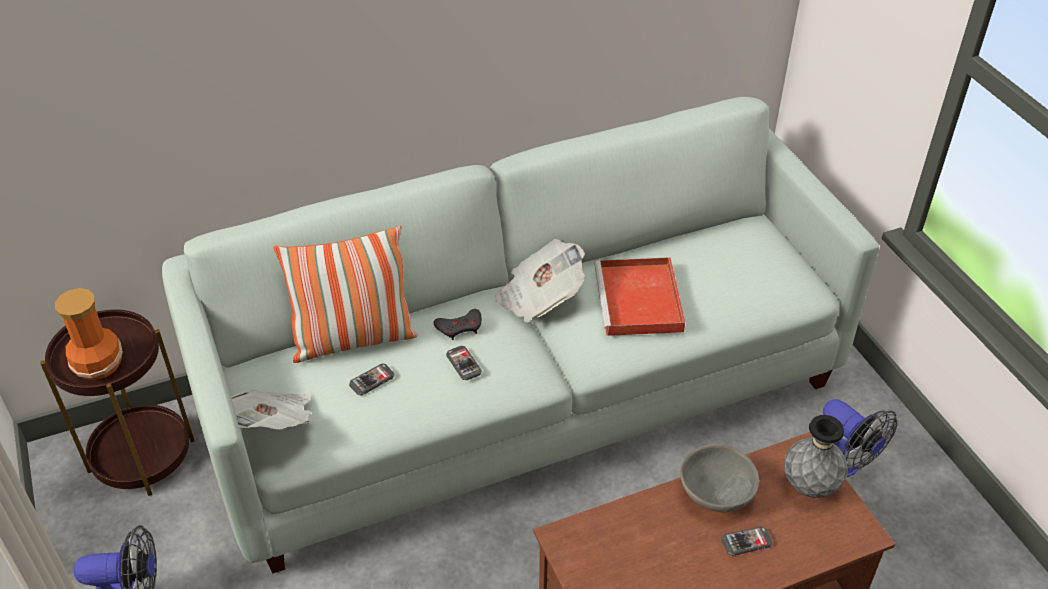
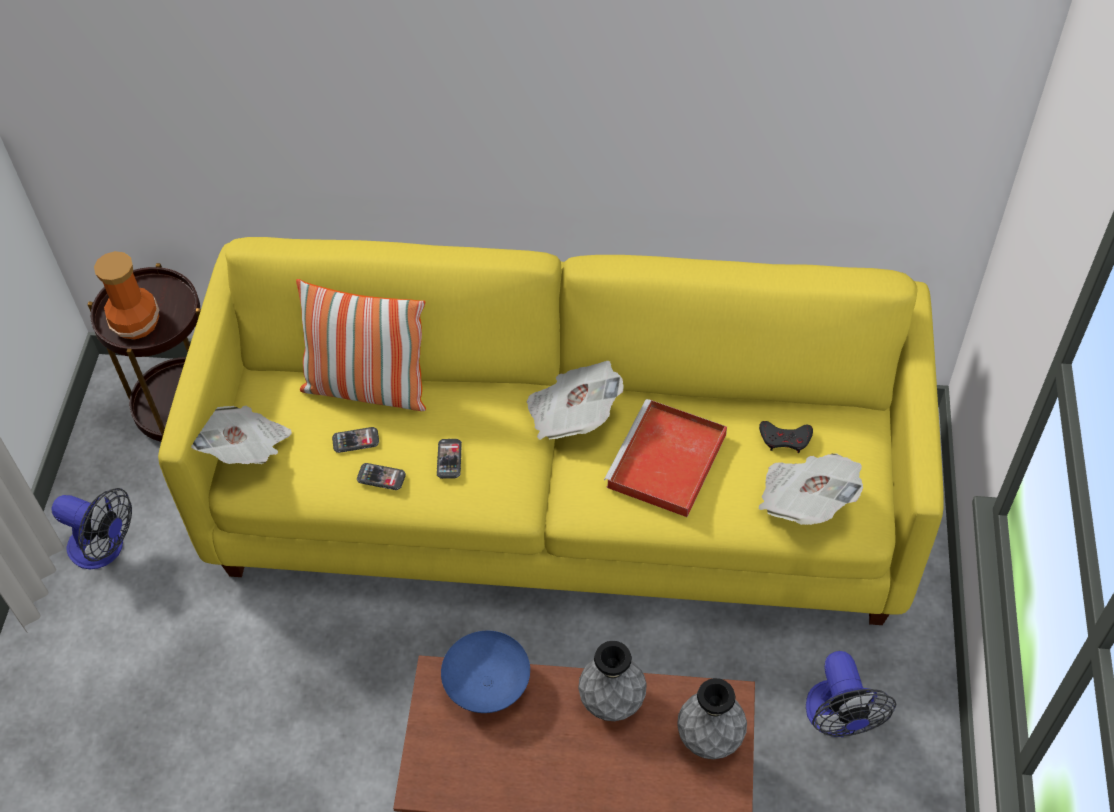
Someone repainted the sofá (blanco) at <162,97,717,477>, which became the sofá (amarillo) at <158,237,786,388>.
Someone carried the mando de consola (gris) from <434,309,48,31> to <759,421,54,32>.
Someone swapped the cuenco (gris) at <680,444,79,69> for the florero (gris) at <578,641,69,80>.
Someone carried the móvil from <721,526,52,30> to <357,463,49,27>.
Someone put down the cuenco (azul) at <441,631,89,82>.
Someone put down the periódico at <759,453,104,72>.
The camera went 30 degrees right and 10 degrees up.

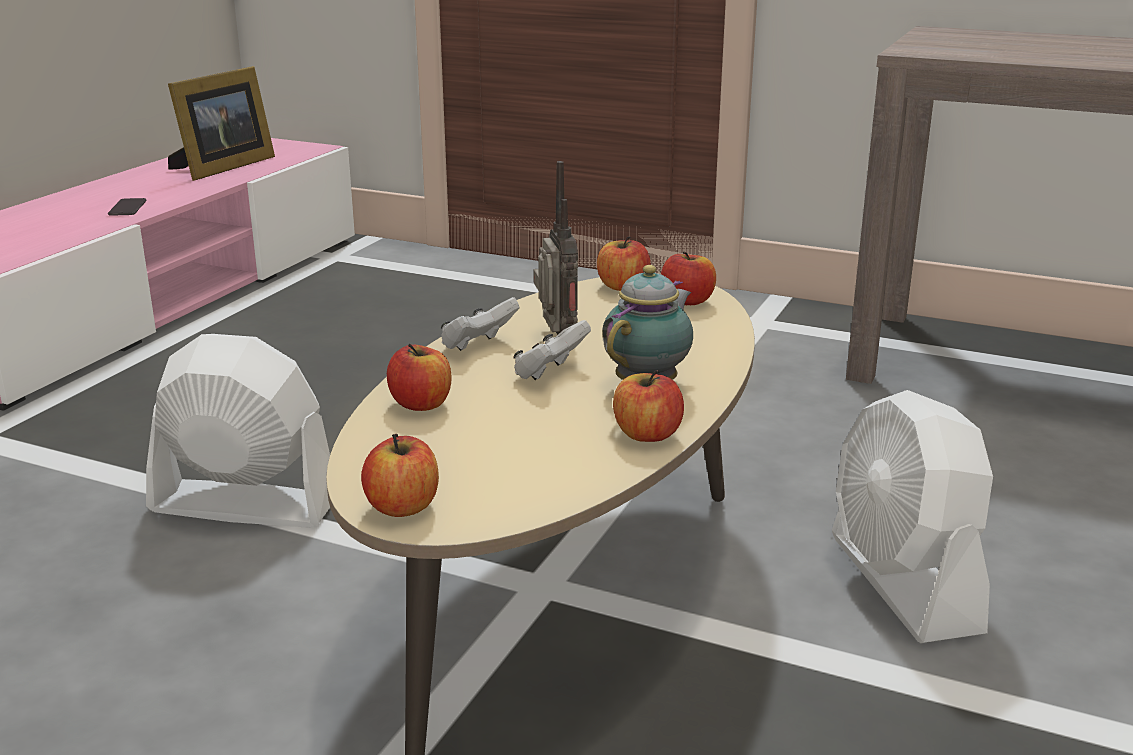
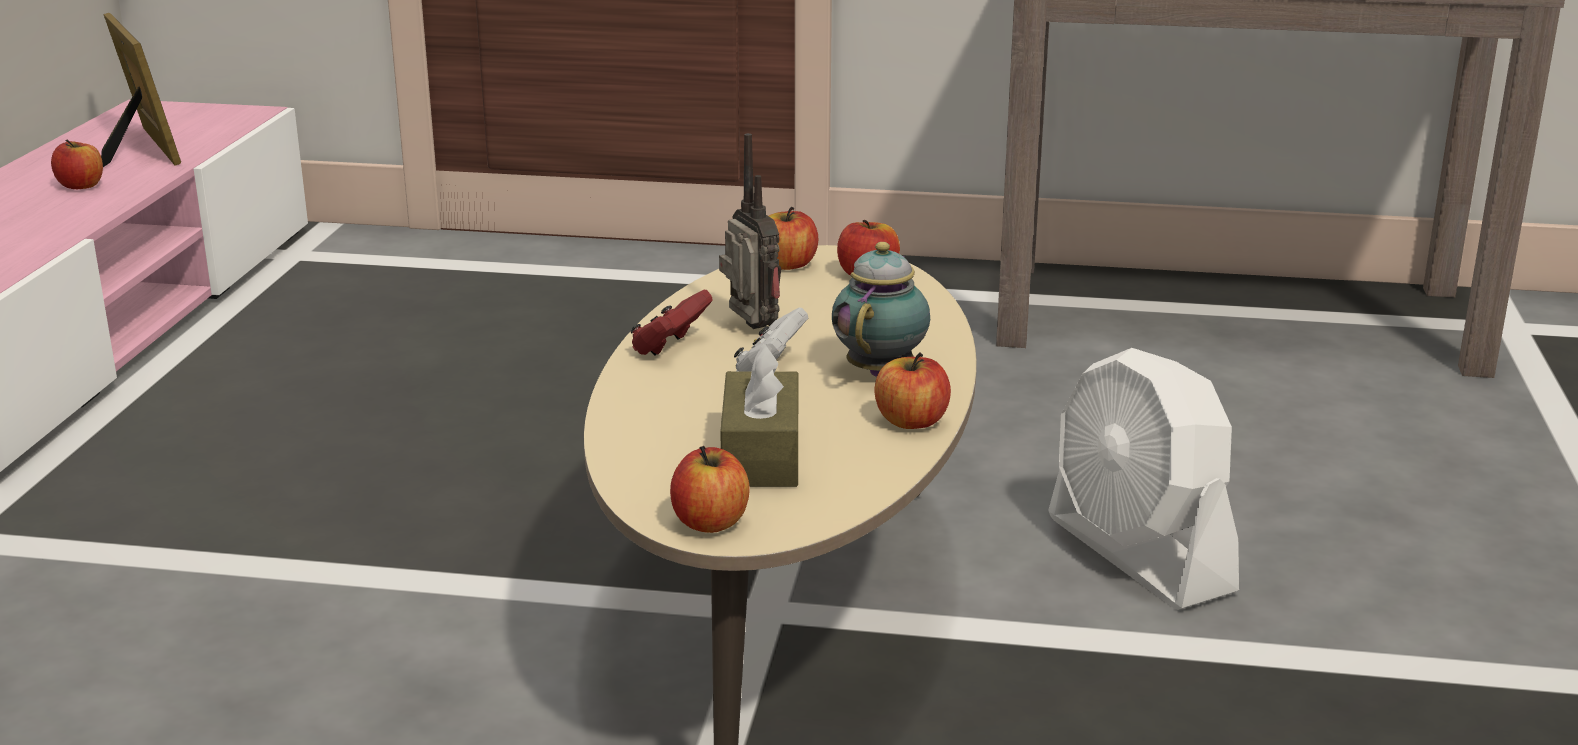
Someone took away the móvil at <108,198,39,18>.
Someone took away the ventilador (blanco) at <146,334,184,194>.
Someone rotated the portarretratos at <168,66,107,115> by 45 degrees counterclockwise.
Someone carried the manzana from <387,344,64,67> to <51,139,52,50>.
Someone repainted the mando de consola (blanco) at <441,297,78,54>, which became the mando de consola (rojo) at <631,290,82,66>.
Someone put down the caja de pañuelos (marrón) at <720,344,78,143>.
The camera went 15 degrees left and 0 degrees up.

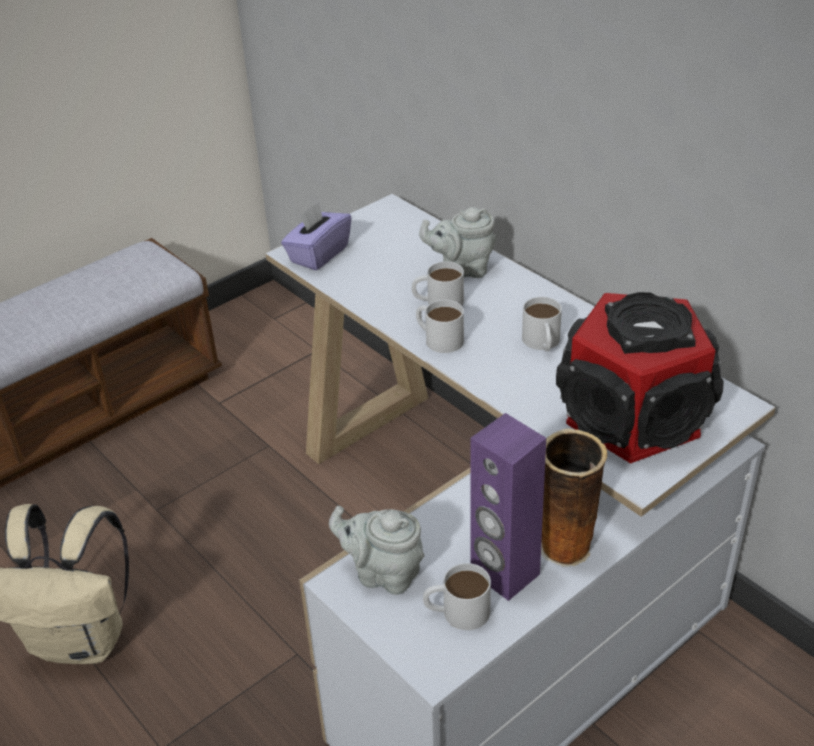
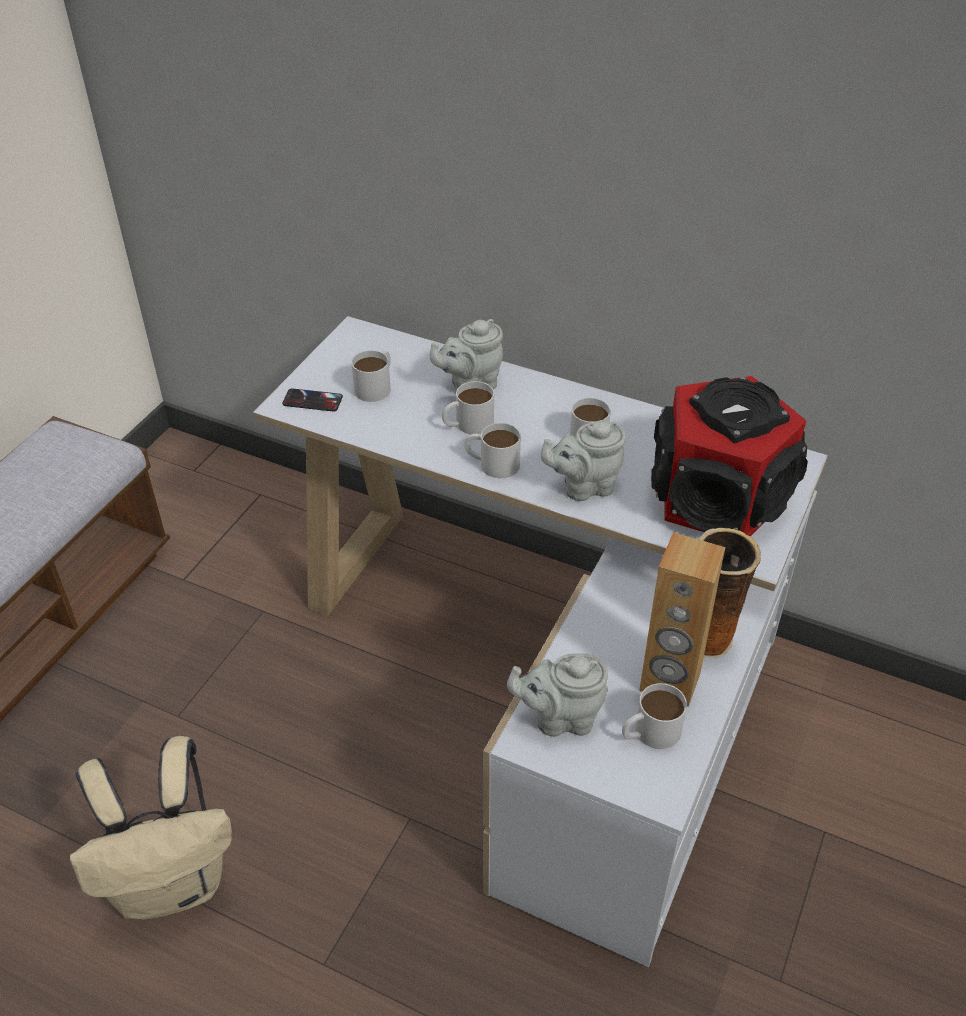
Someone swapped the caja de pañuelos (morado) at <281,202,70,69> for the móvil at <282,388,61,24>.
Someone repainted the altavoz (morado) at <471,413,75,188>, which became the altavoz (marrón) at <639,532,86,175>.
Someone put down the taza grande (blanco) at <351,350,40,52>.
Someone put down the tetera (gris) at <541,420,85,81>.
The camera went 25 degrees left and 5 degrees up.

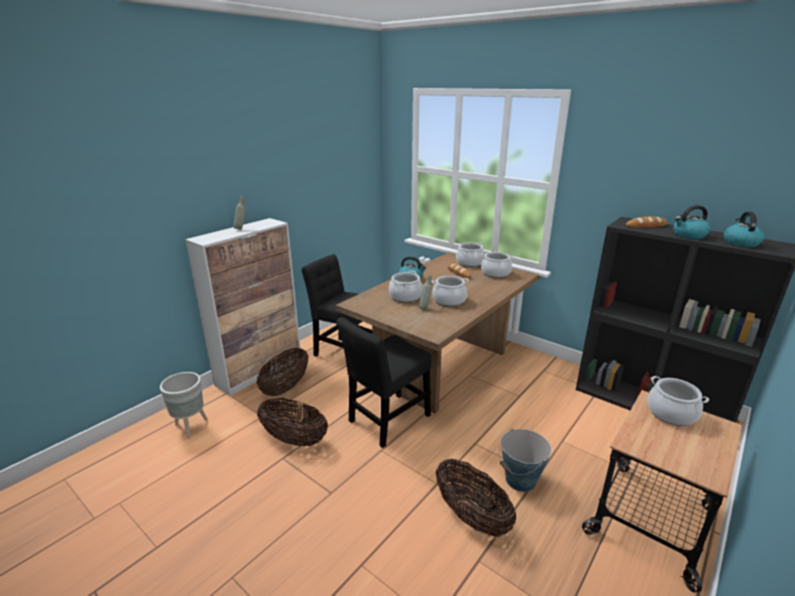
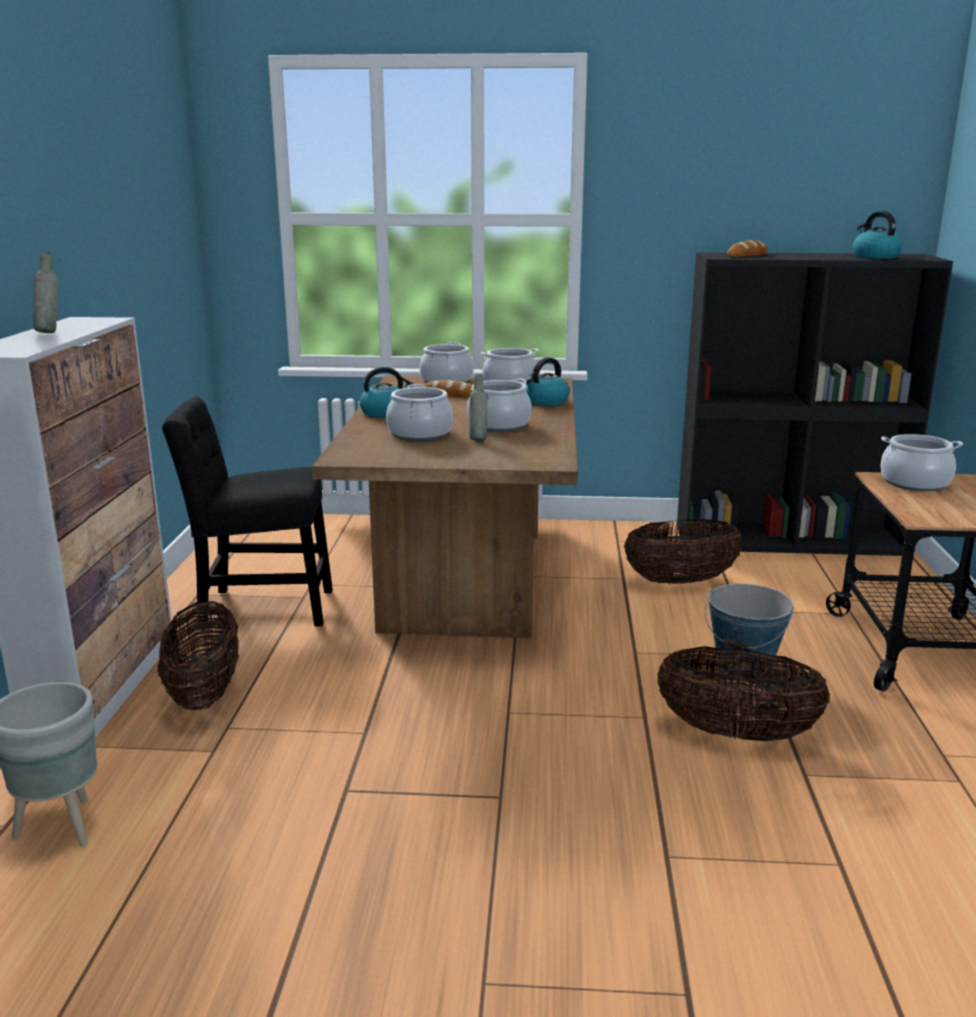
Someone carried the cesta from <257,398,71,48> to <624,519,119,65>.
Someone took away the silla (negro) at <336,317,95,131>.
Someone carried the hervidor from <673,205,37,34> to <525,357,45,49>.
The camera went 35 degrees left and 5 degrees down.

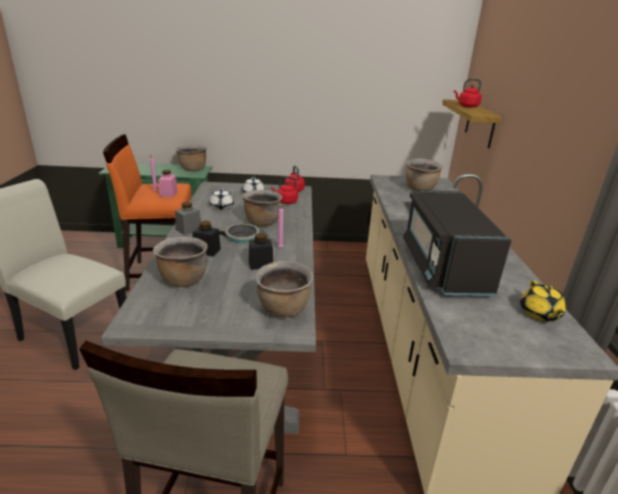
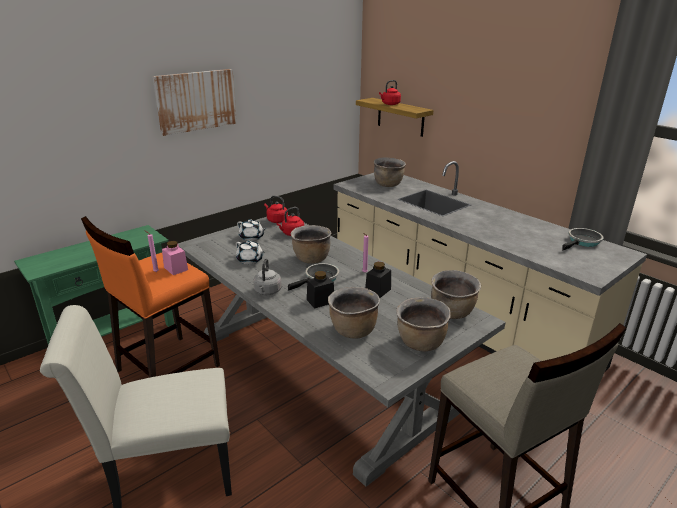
Someone swapped the tarro (gris) at <175,202,26,33> for the hervidor (gris) at <253,259,28,36>.
Someone carried the olla (marrón) from <176,145,30,26> to <396,297,55,54>.
Someone took away the microondas (negro) at <403,190,108,106>.
Someone swapped the tetera (amarillo) at <520,280,46,41> for the sartén at <562,228,42,22>.
Someone put up the cuadro at <153,69,84,67>.
The camera went 40 degrees left and 0 degrees up.

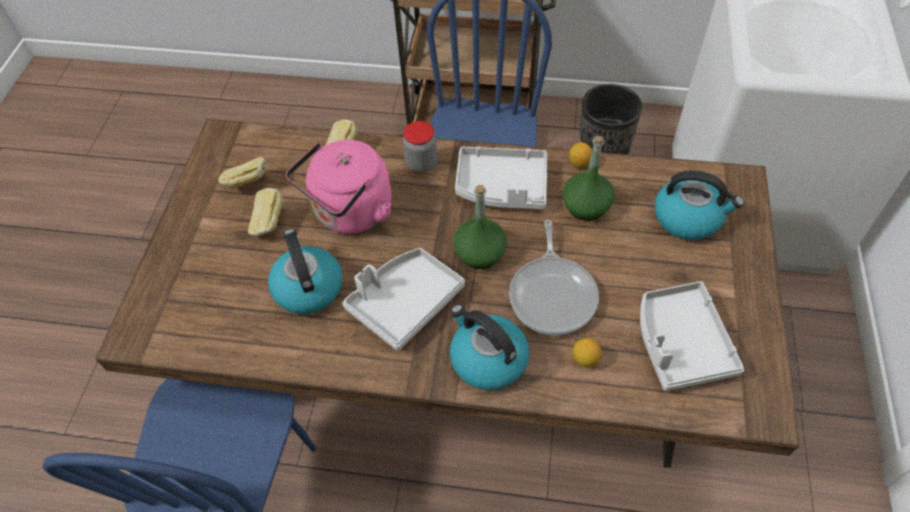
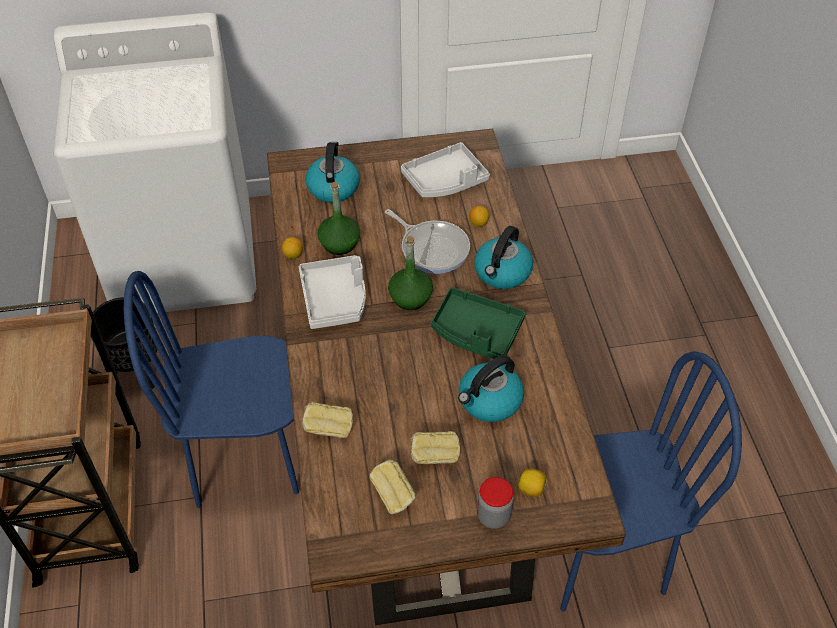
Someone took away the hervidor (rosa) at <286,140,106,94>.
Someone repainted the bandeja (gris) at <342,248,123,103>, which became the bandeja (verde) at <431,287,94,72>.
Someone carried the tarro from <403,121,34,52> to <477,477,37,52>.
Someone rotated the sartén at <509,220,90,115> by 60 degrees clockwise.
Someone put down the limón at <518,468,29,29>.
The camera went 110 degrees left and 5 degrees down.

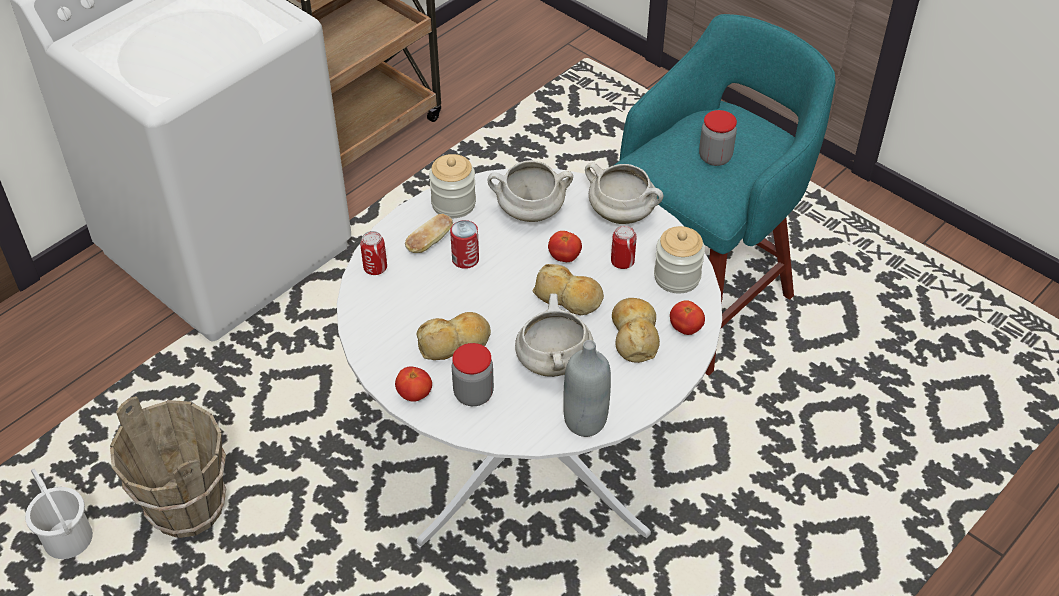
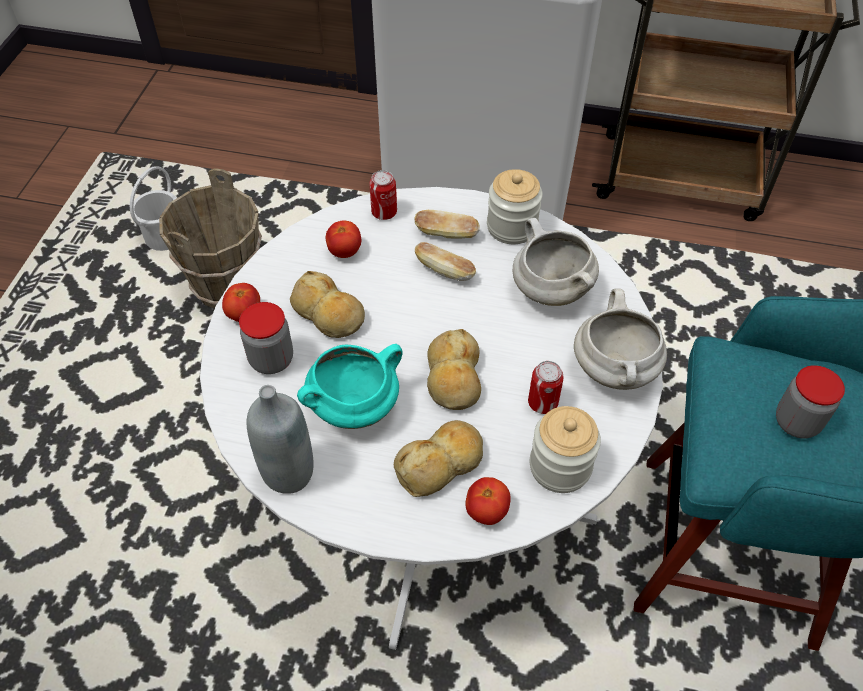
Someone swapped the lata at <450,220,29,49> for the pan at <415,242,61,39>.
Someone repainted the olla (blanco) at <515,293,78,84>, which became the olla (turquesa) at <297,344,105,85>.
Someone carried the tomate from <548,231,34,31> to <326,220,35,38>.
The camera went 60 degrees right and 5 degrees up.

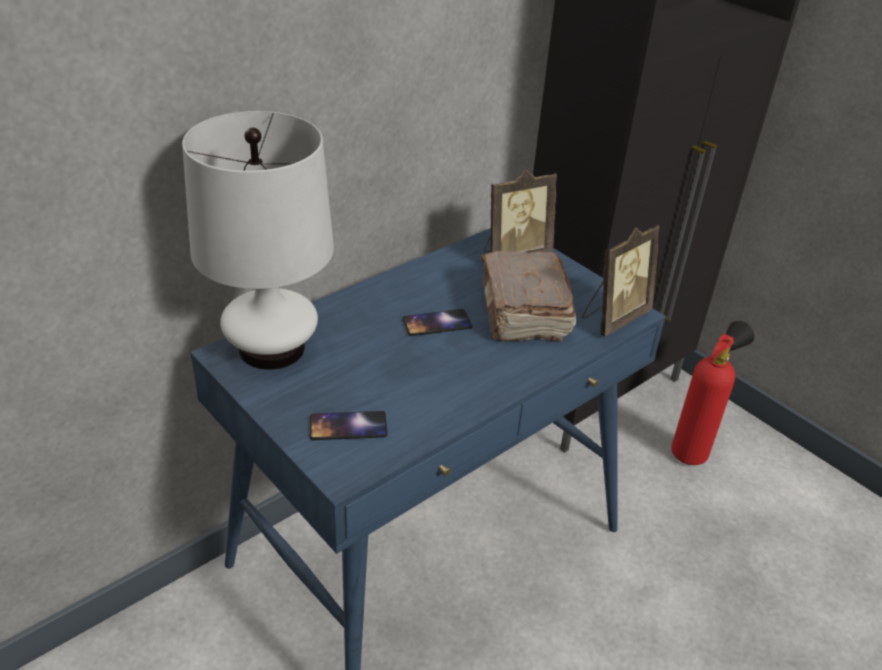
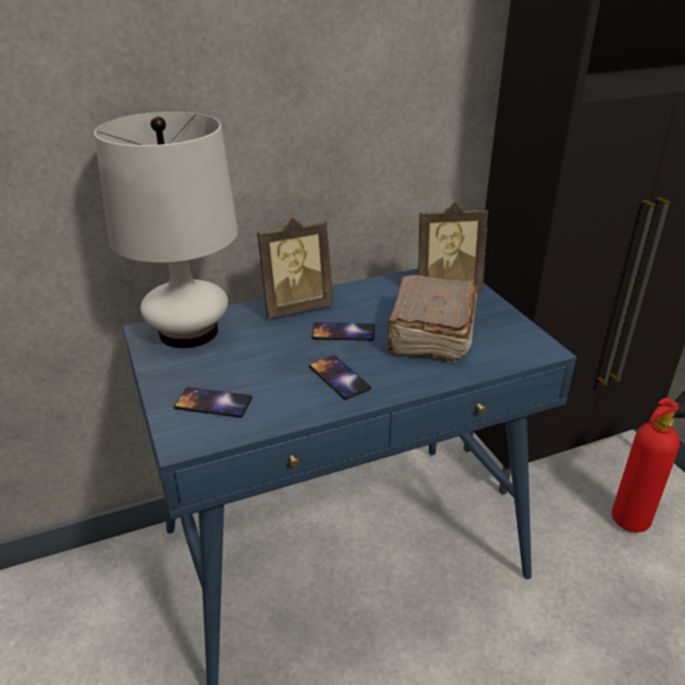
Someone carried the portarretratos from <582,224,78,113> to <257,217,76,101>.
Someone put down the móvil at <309,355,62,45>.
The camera went 20 degrees right and 5 degrees down.

